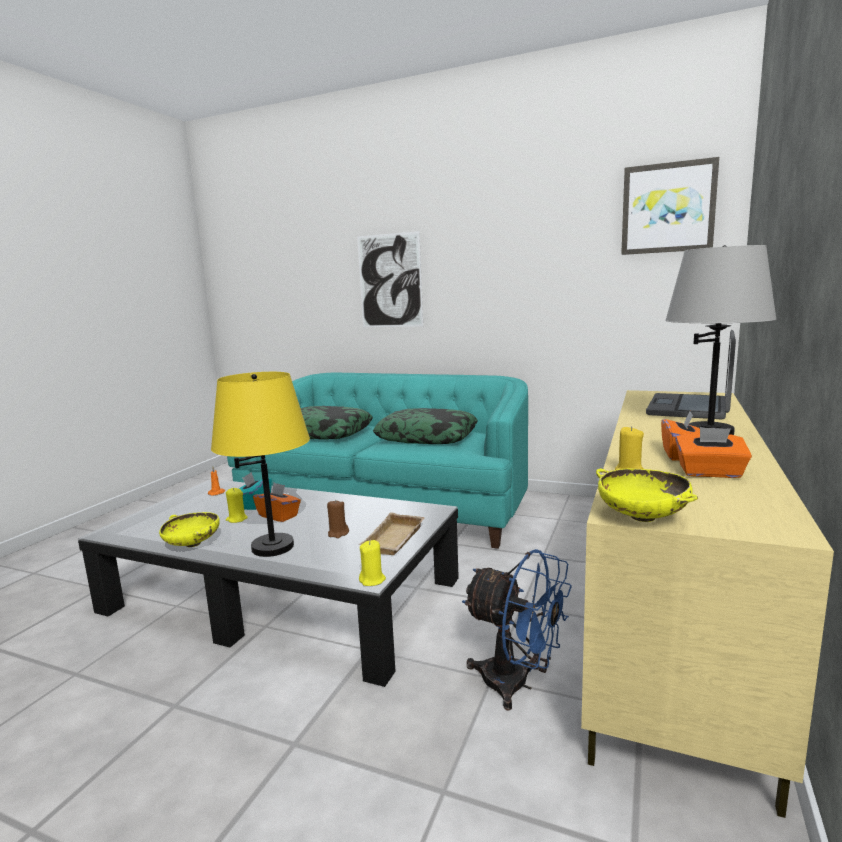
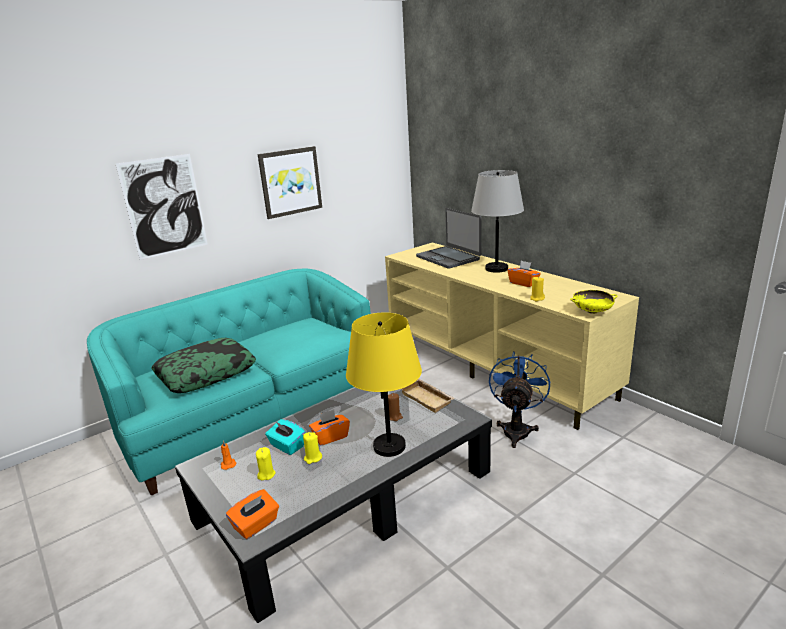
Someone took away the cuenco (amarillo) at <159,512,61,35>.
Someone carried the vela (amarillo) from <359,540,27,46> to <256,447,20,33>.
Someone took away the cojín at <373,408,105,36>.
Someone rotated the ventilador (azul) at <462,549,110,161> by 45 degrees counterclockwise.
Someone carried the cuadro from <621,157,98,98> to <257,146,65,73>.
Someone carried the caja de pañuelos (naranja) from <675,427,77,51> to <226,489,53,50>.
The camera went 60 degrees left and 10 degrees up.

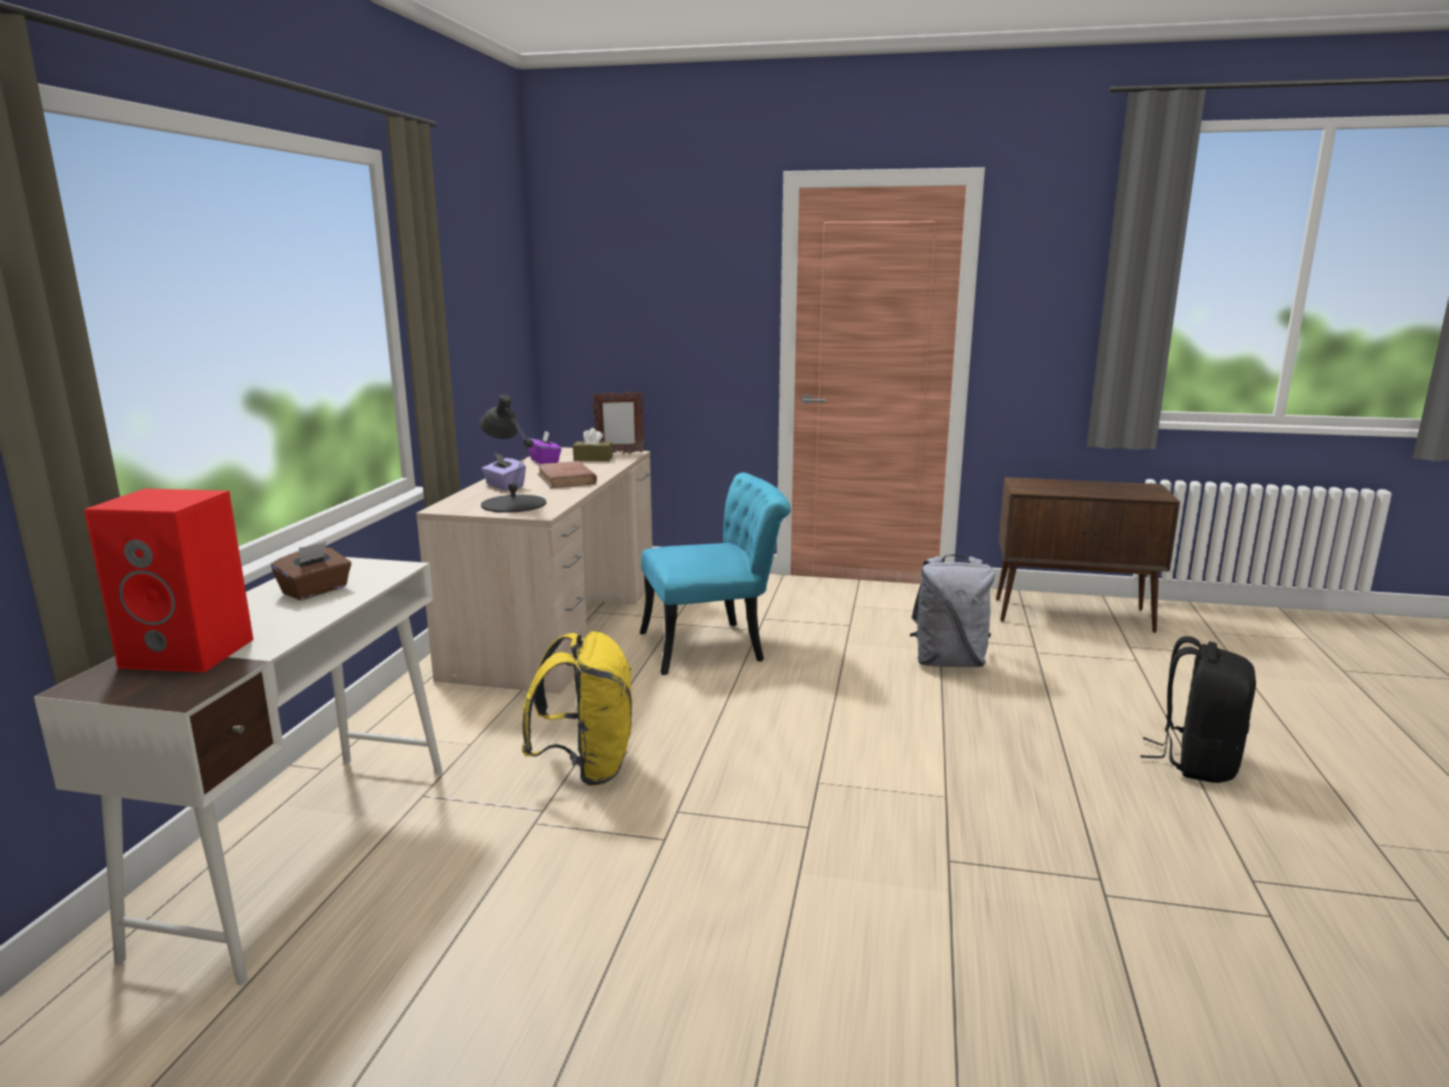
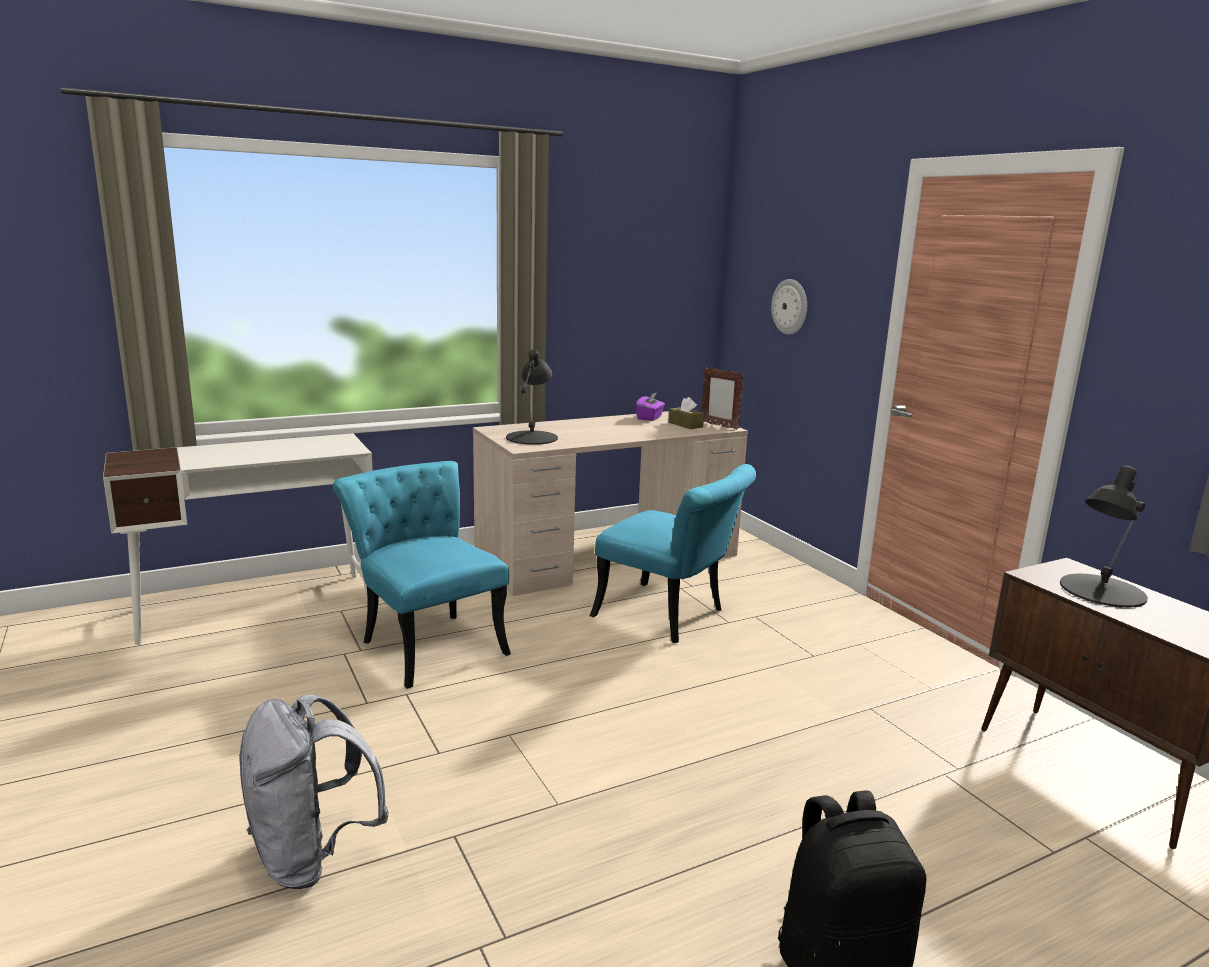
Someone took away the altavoz (rojo) at <84,489,170,183>.
Someone took away the caja de pañuelos (marrón) at <271,542,80,58>.
Someone took away the caja de pañuelos (morado) at <482,453,44,37>.
Someone swapped the mochila (amarillo) at <522,631,110,155> for the silla (turquesa) at <333,461,178,228>.
Someone took away the libro (marrón) at <537,461,60,27>.
Someone carried the mochila (gris) from <910,554,85,113> to <239,694,150,195>.
Someone put up the reloj de pared at <771,279,36,56>.
Someone put down the lámpara de mesa (negro) at <1060,466,88,142>.
The camera went 50 degrees right and 0 degrees up.

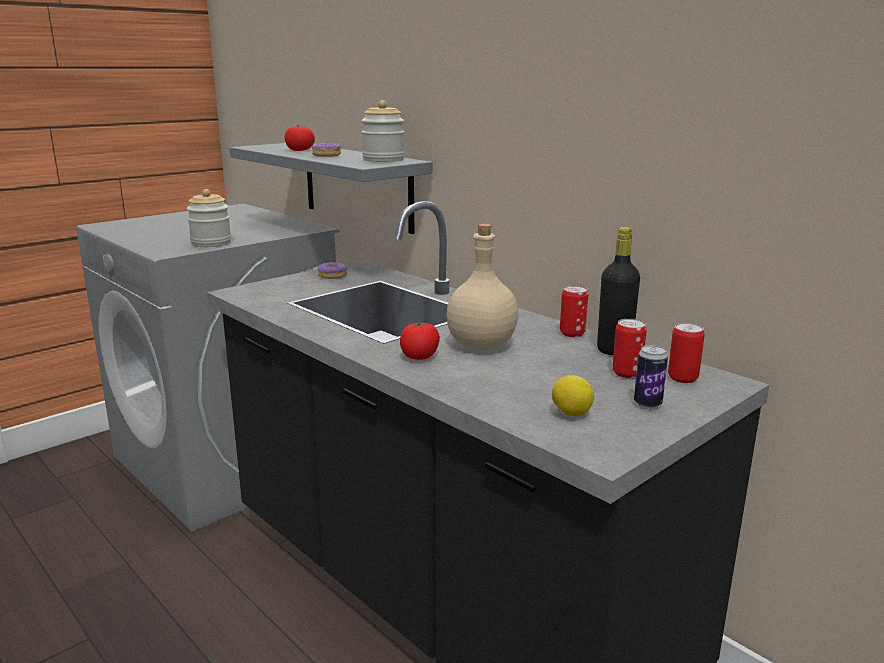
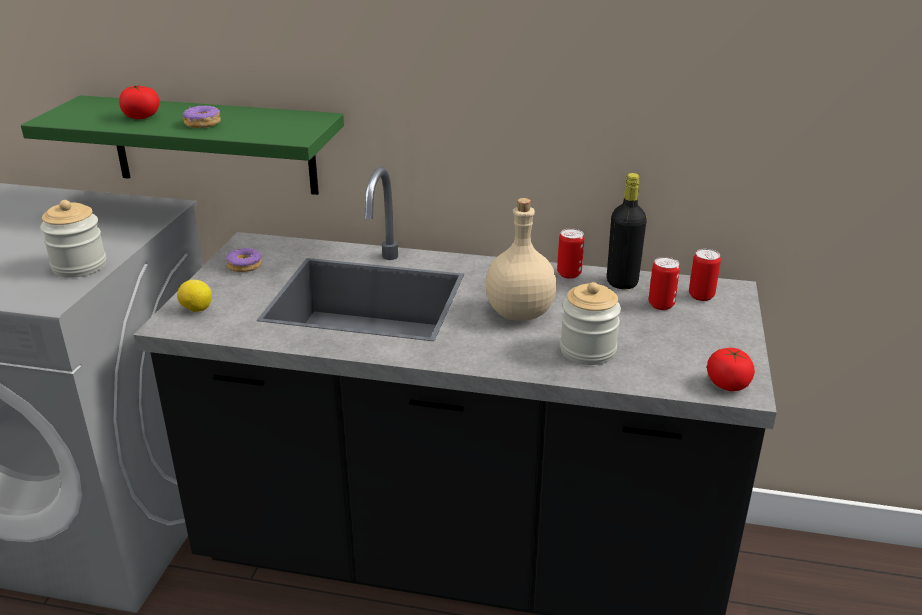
Someone repainted the estante (gris) at <229,143,204,91>, which became the estante (verde) at <21,95,323,100>.
Someone carried the tarro from <361,100,43,62> to <560,282,61,83>.
Someone carried the tomate from <400,322,40,38> to <707,348,48,43>.
Someone carried the limón from <552,375,42,41> to <177,280,35,32>.
Someone took away the lata at <634,345,34,64>.
The camera went 35 degrees left and 10 degrees up.

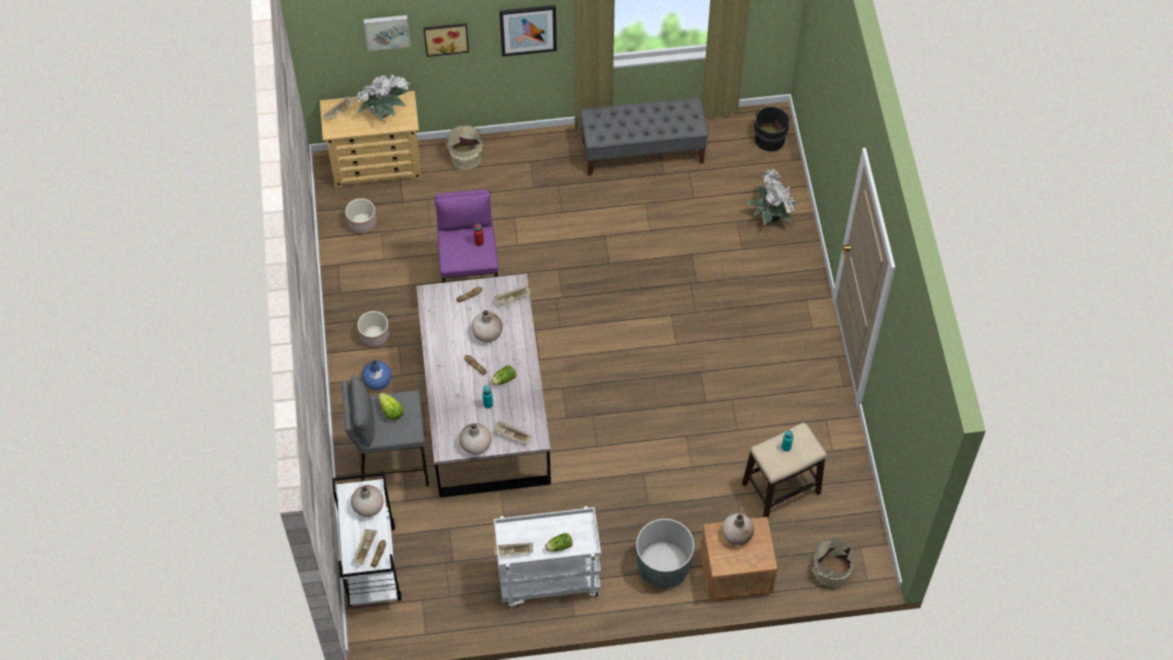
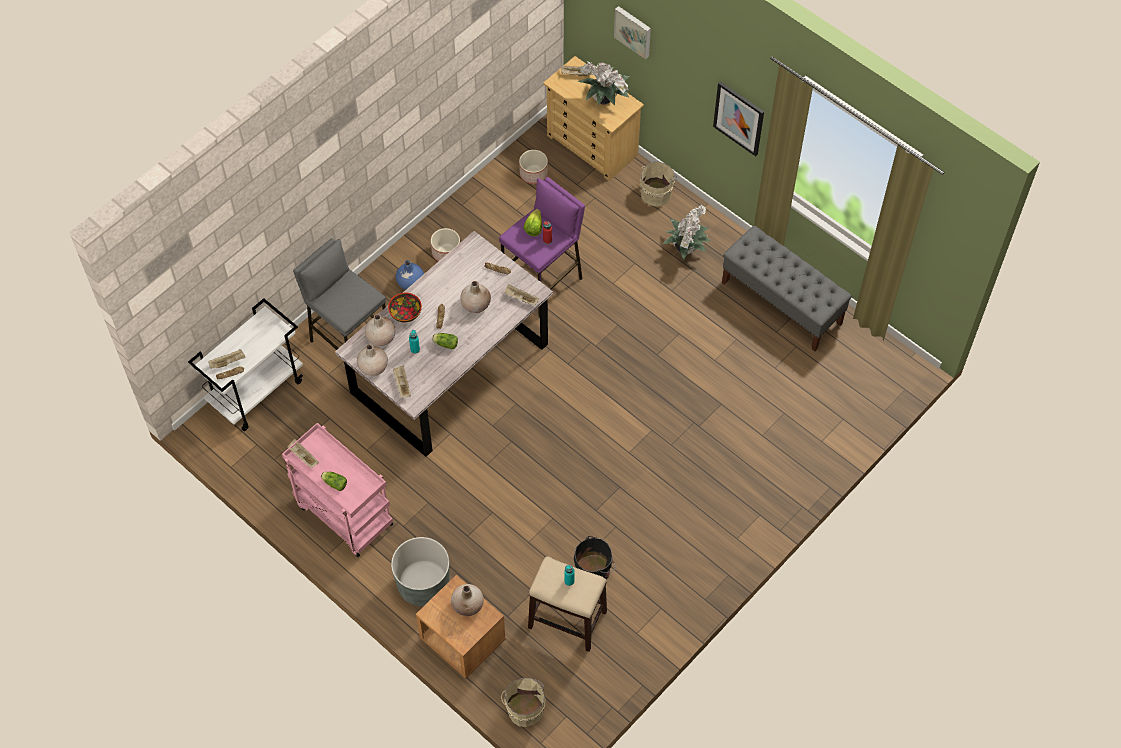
Someone carried the florero (beis) from <351,485,33,32> to <365,314,31,32>.
Someone carried the lechuga from <379,393,25,27> to <523,209,19,27>.
Someone took away the cuadro at <424,23,45,34>.
Someone repainted the carrito (blanco) at <494,506,107,102>, which became the carrito (rosa) at <282,423,111,134>.
Someone carried the planta en maceta from <744,169,54,57> to <663,205,48,55>.
Someone carried the cubo (negro) from <754,106,38,46> to <574,536,41,44>.
Someone put down the cuenco at <388,293,34,29>.
The camera went 50 degrees right and 0 degrees up.

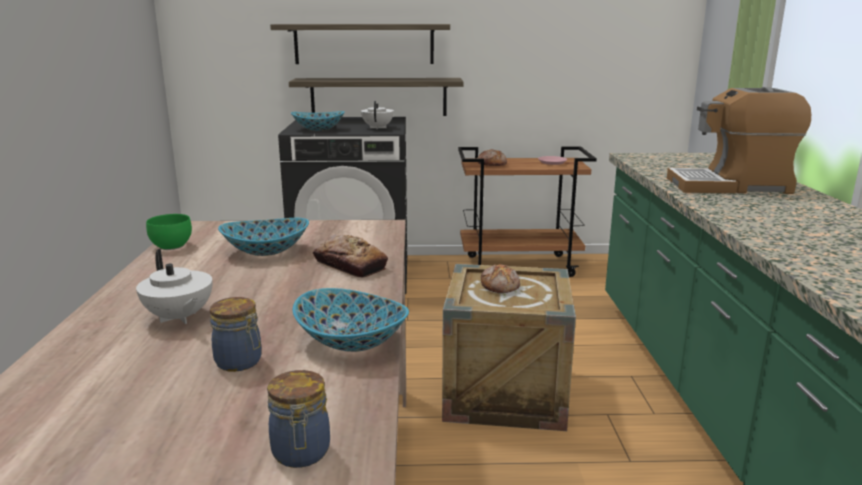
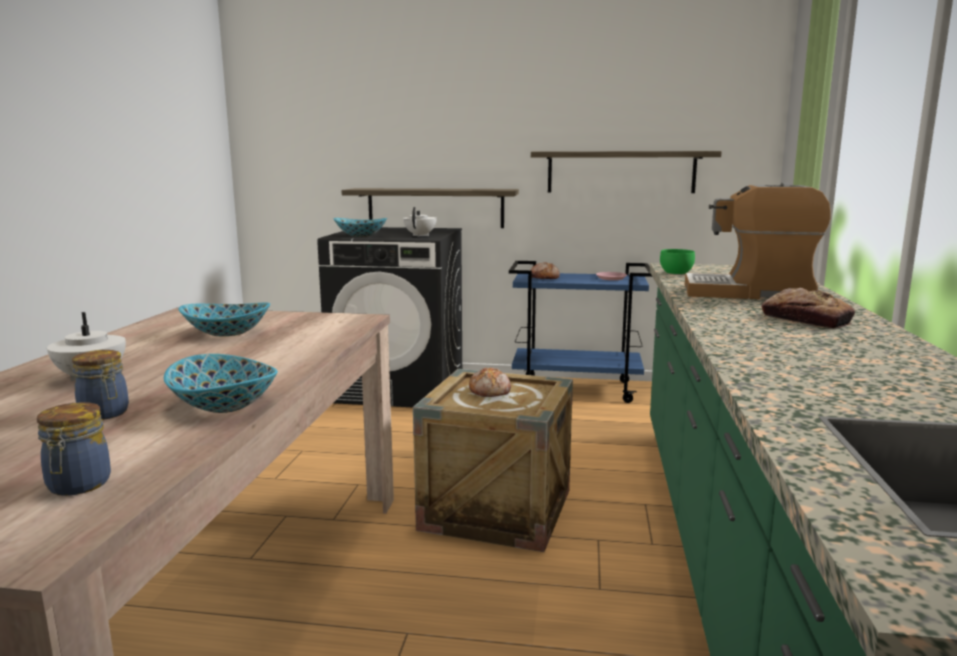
Someone carried the cuenco (verde) from <146,214,46,36> to <660,249,35,26>.
Someone carried the estante from <270,24,180,40> to <531,151,191,42>.
Someone carried the pan from <313,235,75,42> to <761,288,94,40>.
Someone repainted the carrito (marrón) at <458,147,139,130>, which became the carrito (azul) at <509,261,143,142>.
The camera went 10 degrees right and 5 degrees down.

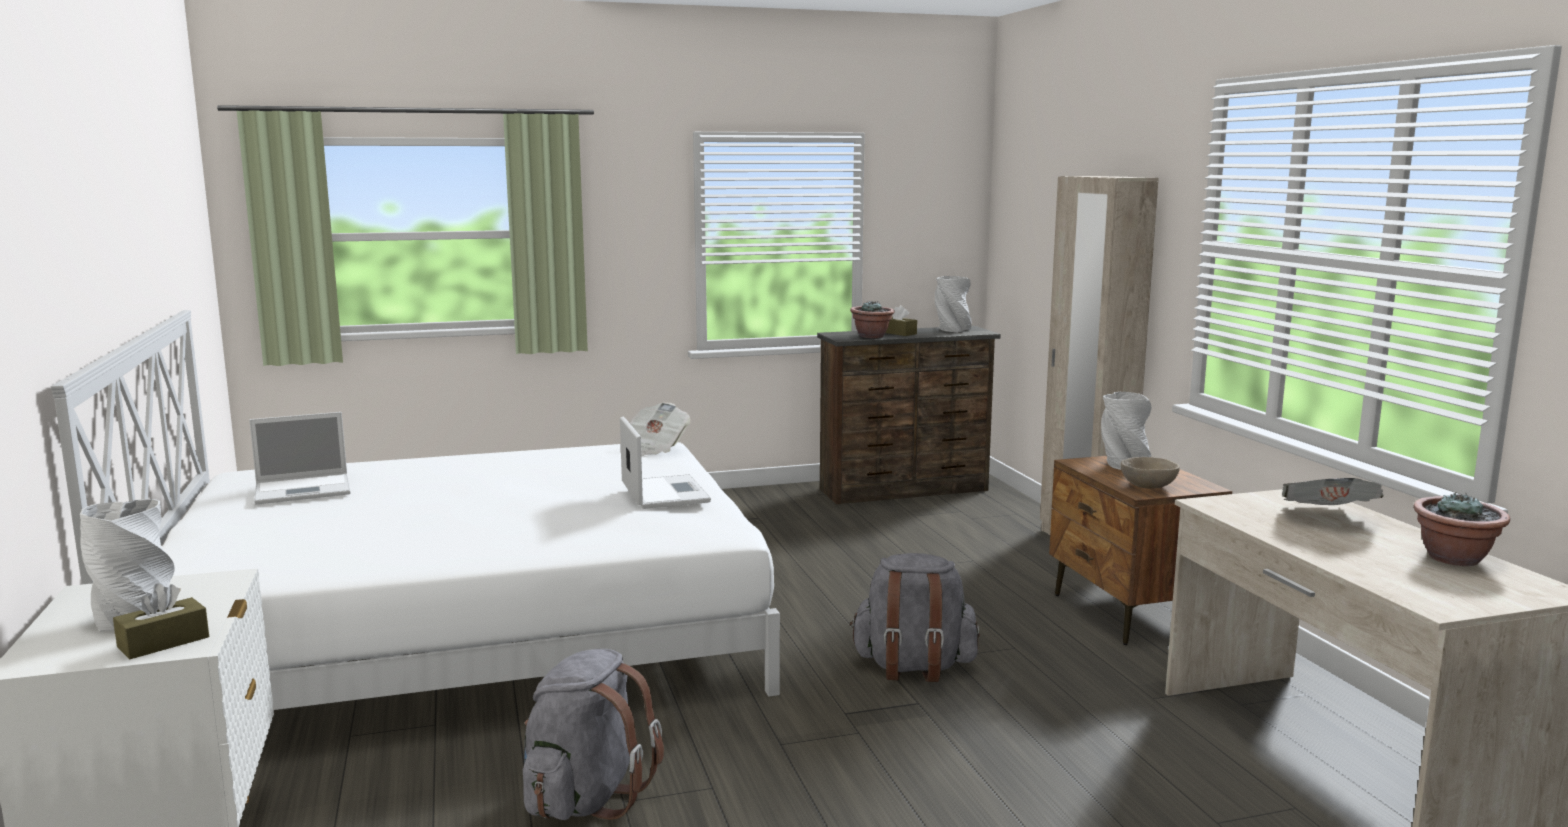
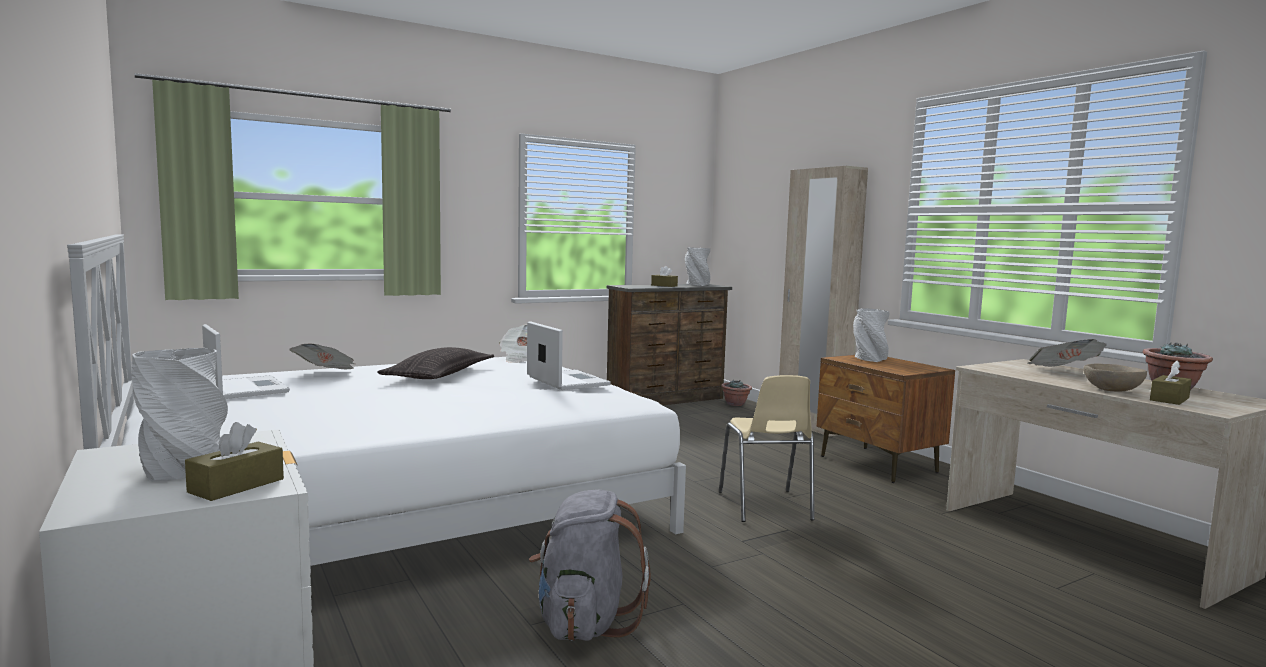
Someone rotated the portátil at <249,412,102,93> by 90 degrees counterclockwise.
Someone swapped the mochila (gris) at <849,553,131,129> for the silla (beis) at <719,375,96,147>.
Someone carried the planta en maceta from <850,301,45,37> to <721,380,31,26>.
Someone carried the cuenco (beis) from <1121,457,59,32> to <1083,364,64,27>.
Someone put down the periódico at <289,344,66,25>.
Someone put down the cojín at <377,347,117,32>.
Someone put down the caja de pañuelos (marrón) at <1150,361,42,44>.
The camera went 15 degrees left and 5 degrees down.

